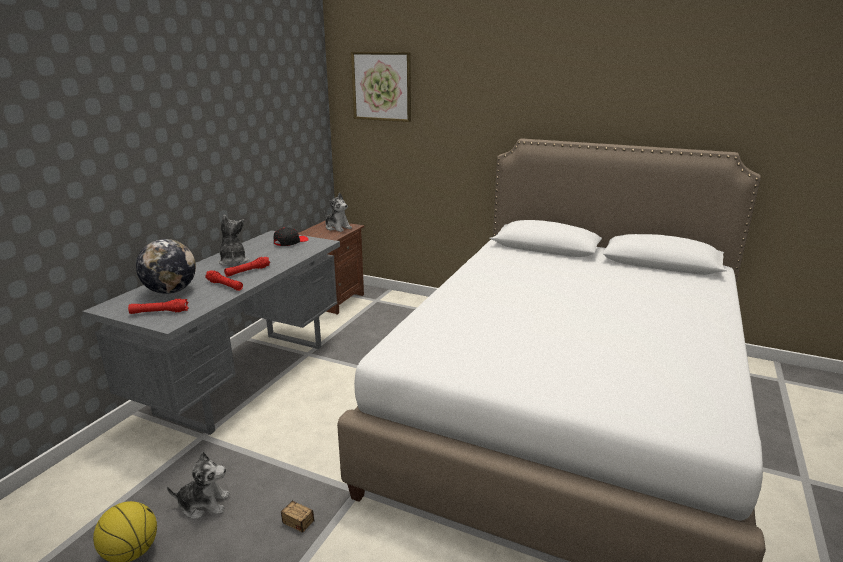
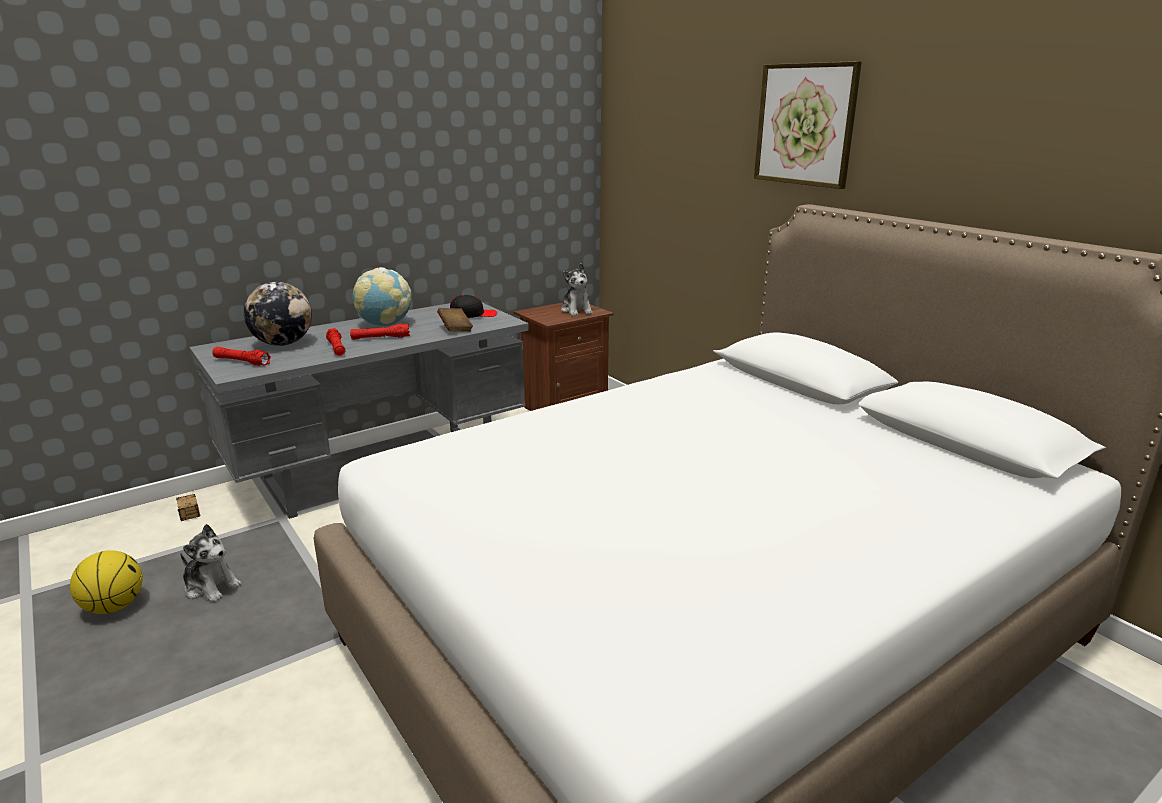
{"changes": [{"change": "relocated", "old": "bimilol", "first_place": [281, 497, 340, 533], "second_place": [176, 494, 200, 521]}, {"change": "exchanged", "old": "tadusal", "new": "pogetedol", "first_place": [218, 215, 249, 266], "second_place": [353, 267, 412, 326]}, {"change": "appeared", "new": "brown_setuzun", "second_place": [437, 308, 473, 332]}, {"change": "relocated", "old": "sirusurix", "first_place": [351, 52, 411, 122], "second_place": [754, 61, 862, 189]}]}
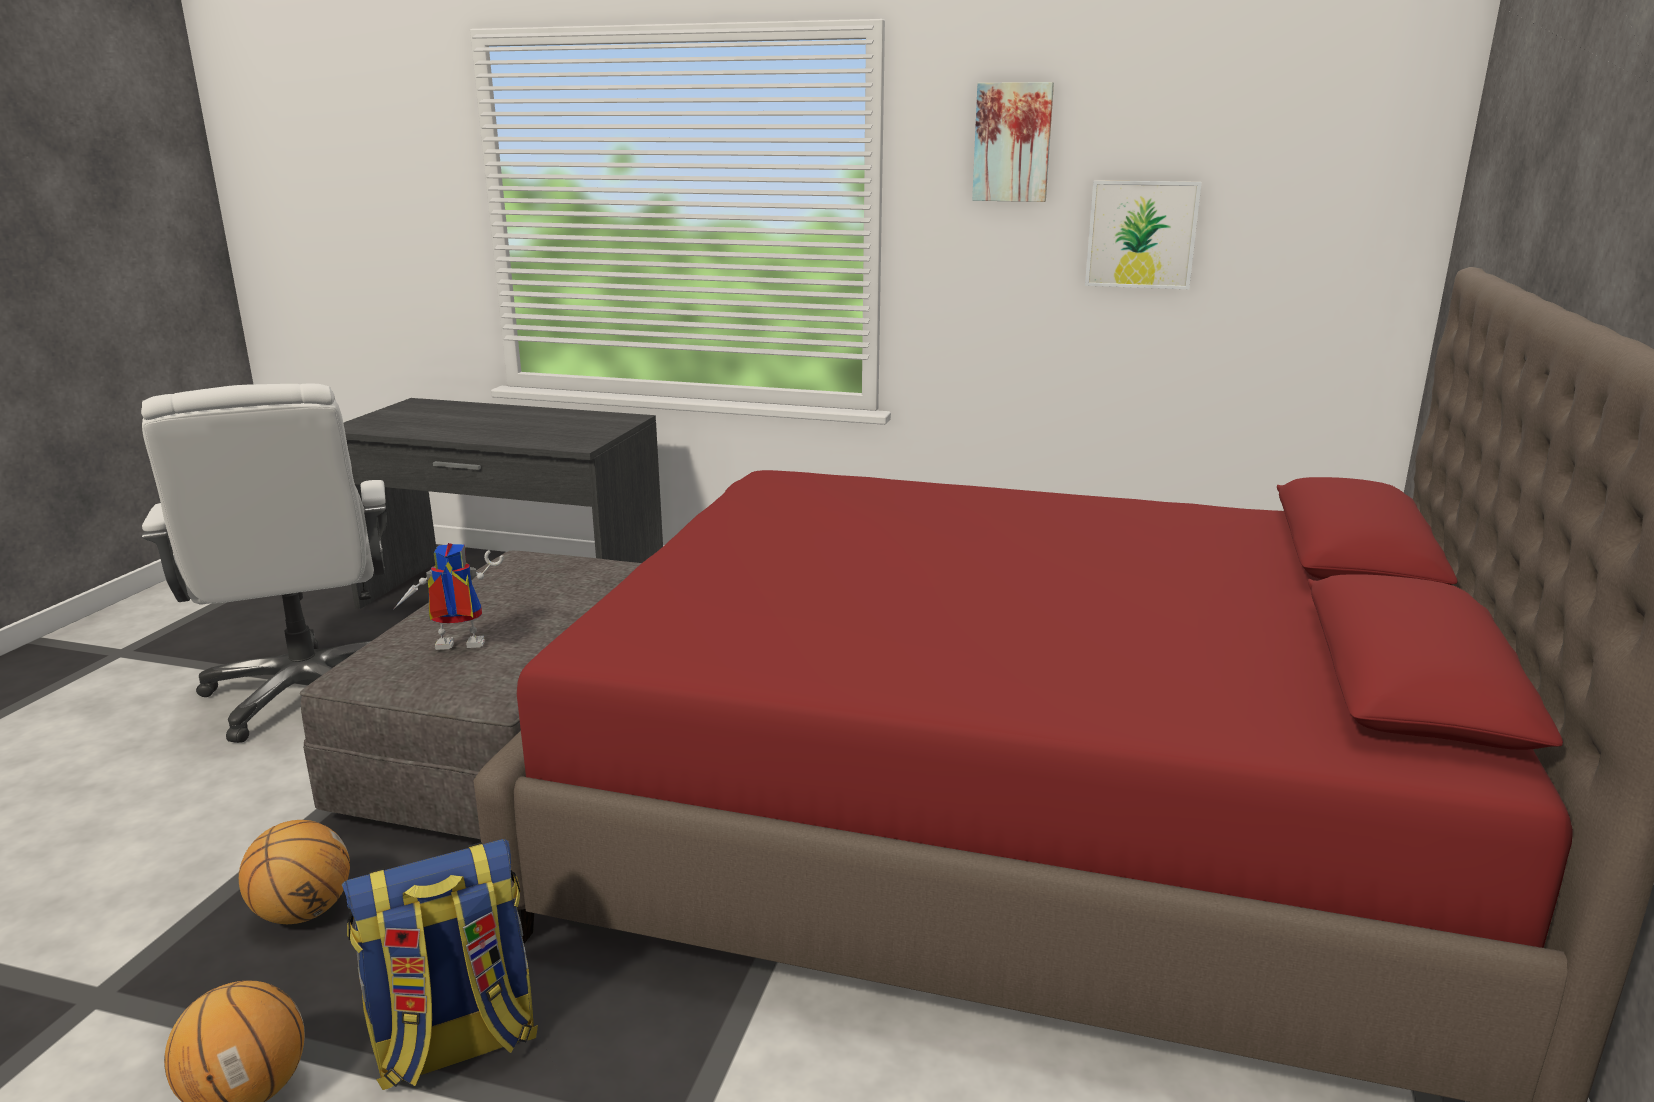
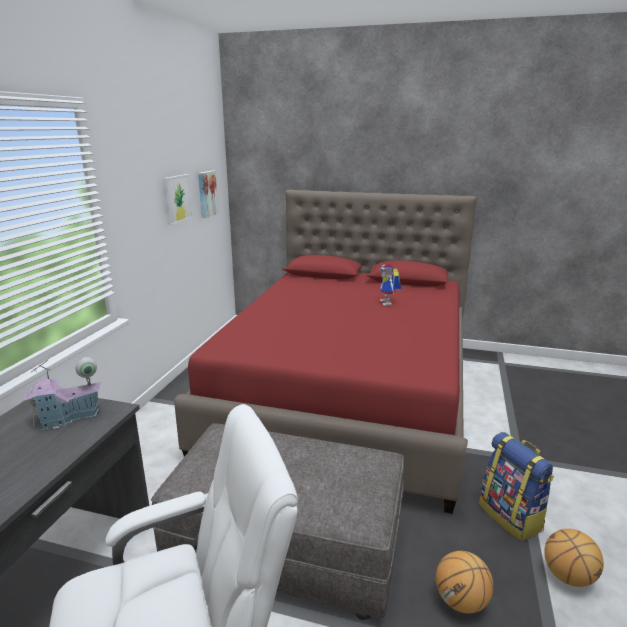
{"changes": [{"change": "appeared", "new": "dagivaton", "second_place": [23, 357, 101, 430]}, {"change": "relocated", "old": "sirusurix", "first_place": [972, 82, 1054, 202], "second_place": [198, 171, 218, 218]}, {"change": "relocated", "old": "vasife", "first_place": [394, 543, 504, 650], "second_place": [380, 265, 401, 306]}]}
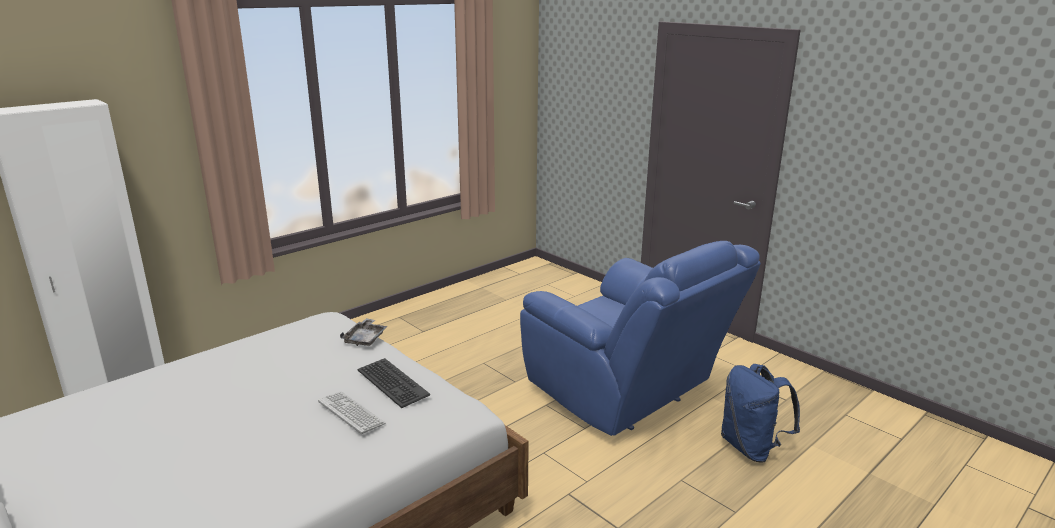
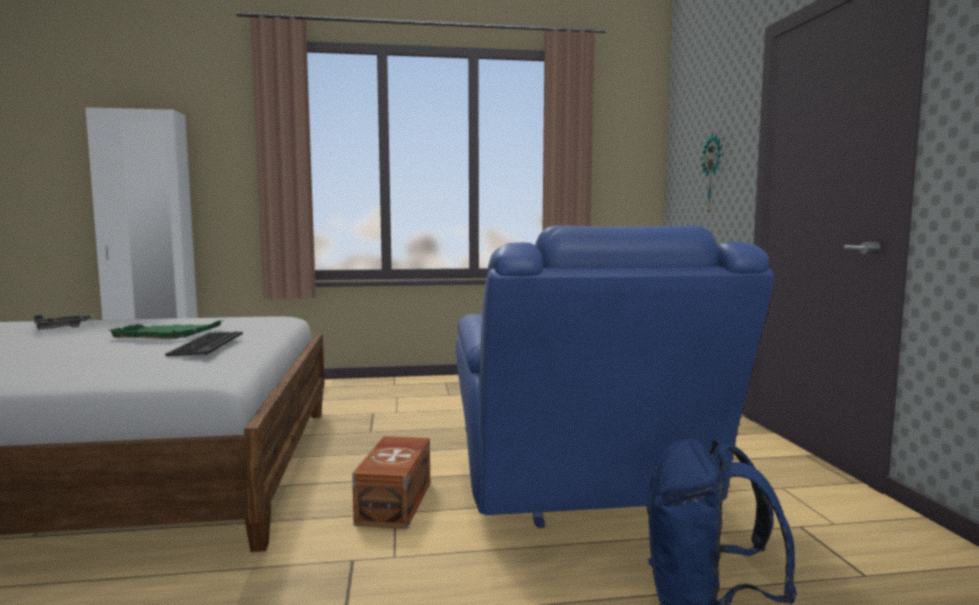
{"changes": [{"change": "relocated", "old": "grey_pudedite", "first_place": [340, 318, 388, 346], "second_place": [34, 315, 94, 330]}, {"change": "appeared", "new": "green_pudedite", "second_place": [109, 320, 225, 339]}, {"change": "appeared", "new": "brown_bimilol", "second_place": [352, 436, 430, 529]}, {"change": "appeared", "new": "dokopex", "second_place": [701, 133, 722, 215]}, {"change": "missing", "old": "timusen", "first_place": [318, 392, 386, 434]}]}
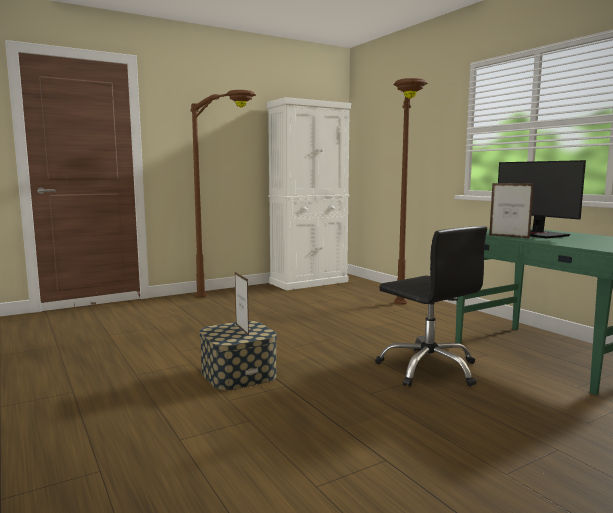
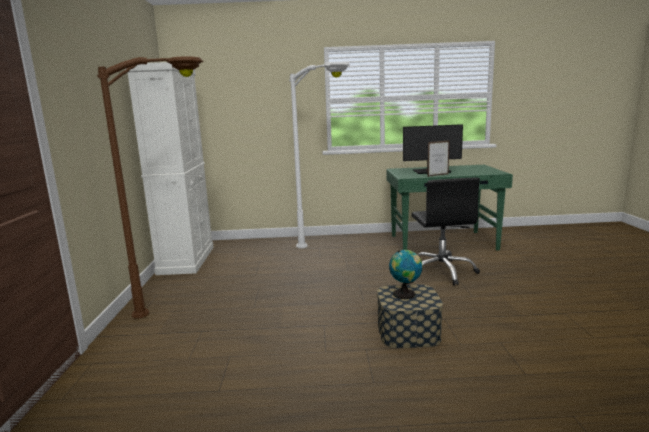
{"changes": [{"change": "colour", "old": "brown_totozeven", "new": "white_totozeven", "first_place": [393, 78, 428, 305], "second_place": [289, 62, 350, 248]}, {"change": "exchanged", "old": "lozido", "new": "pogetedol", "first_place": [235, 272, 249, 336], "second_place": [389, 250, 422, 299]}, {"change": "spun", "old": "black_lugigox", "first_place": [375, 226, 487, 387], "second_place": [411, 178, 480, 286], "degrees": 90}]}
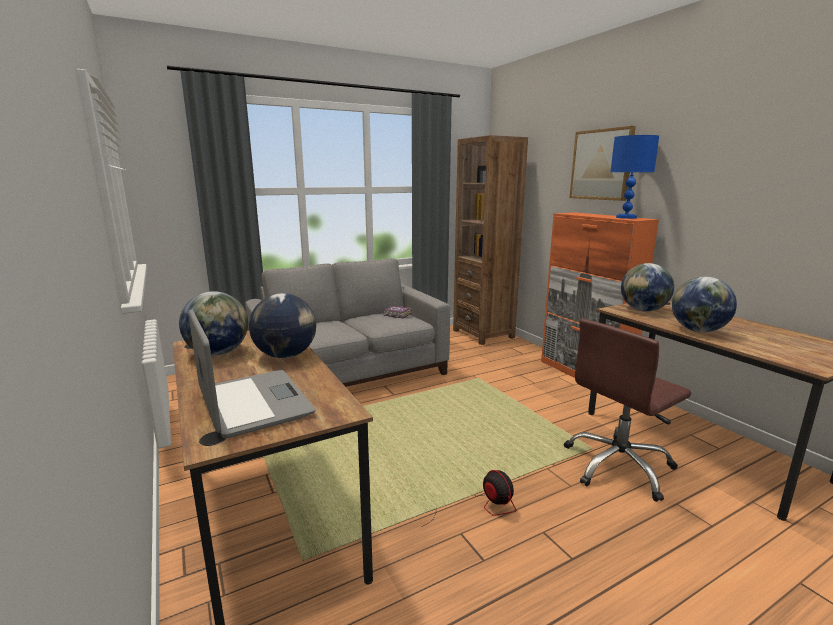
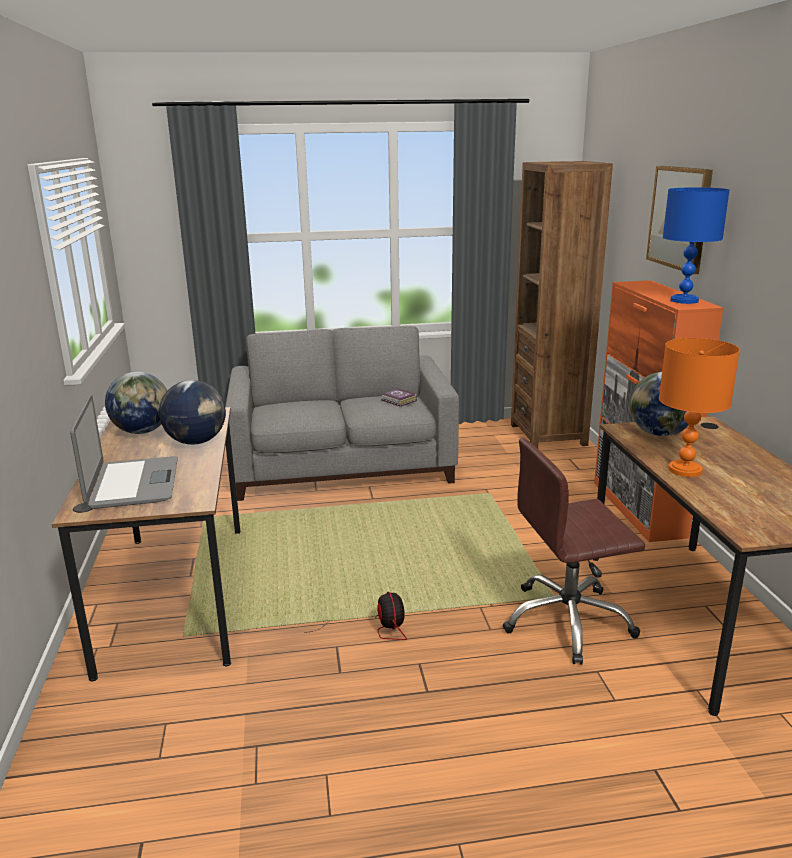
{"changes": [{"change": "exchanged", "old": "pogetedol", "new": "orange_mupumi", "first_place": [672, 277, 737, 332], "second_place": [659, 338, 740, 477]}]}
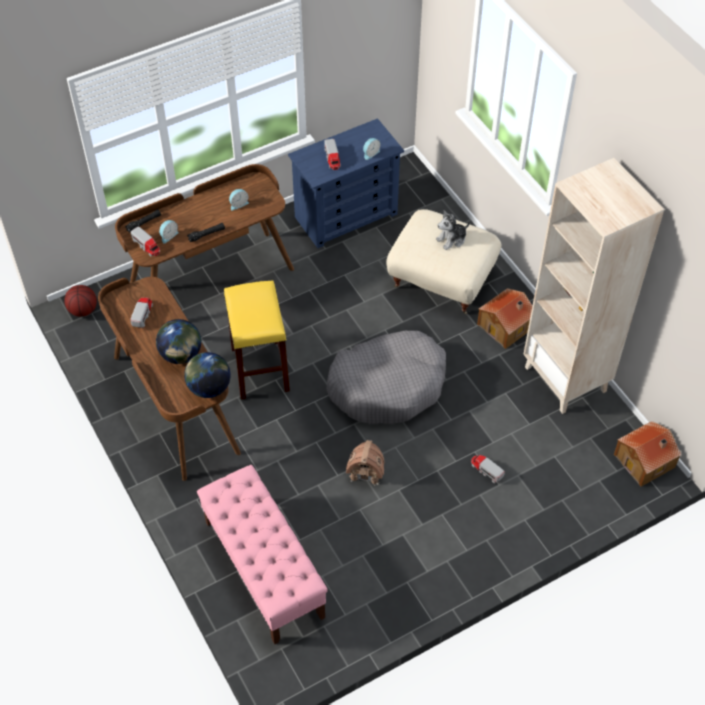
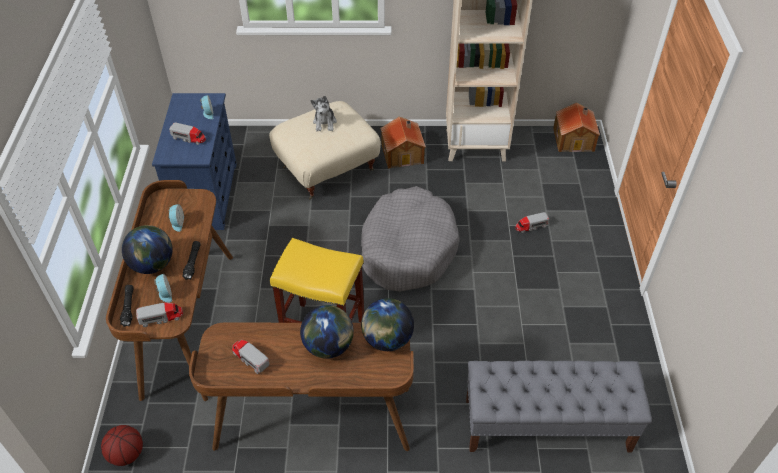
{"changes": [{"change": "appeared", "new": "pogetedol", "second_place": [122, 225, 173, 274]}, {"change": "colour", "old": "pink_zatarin", "new": "grey_zatarin", "first_place": [197, 465, 328, 645], "second_place": [466, 361, 652, 453]}, {"change": "missing", "old": "dagivaton", "first_place": [346, 440, 385, 485]}]}
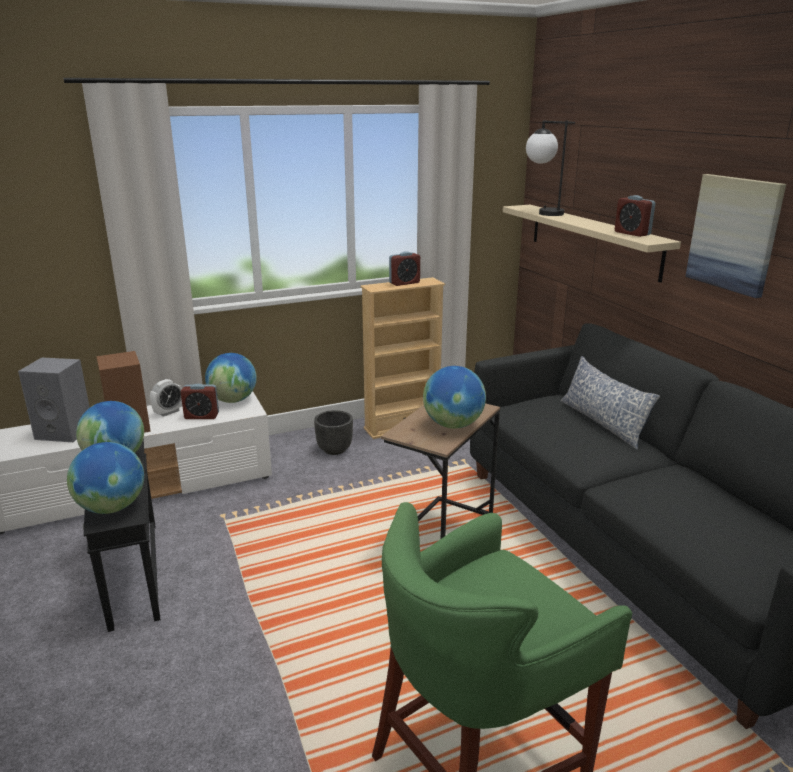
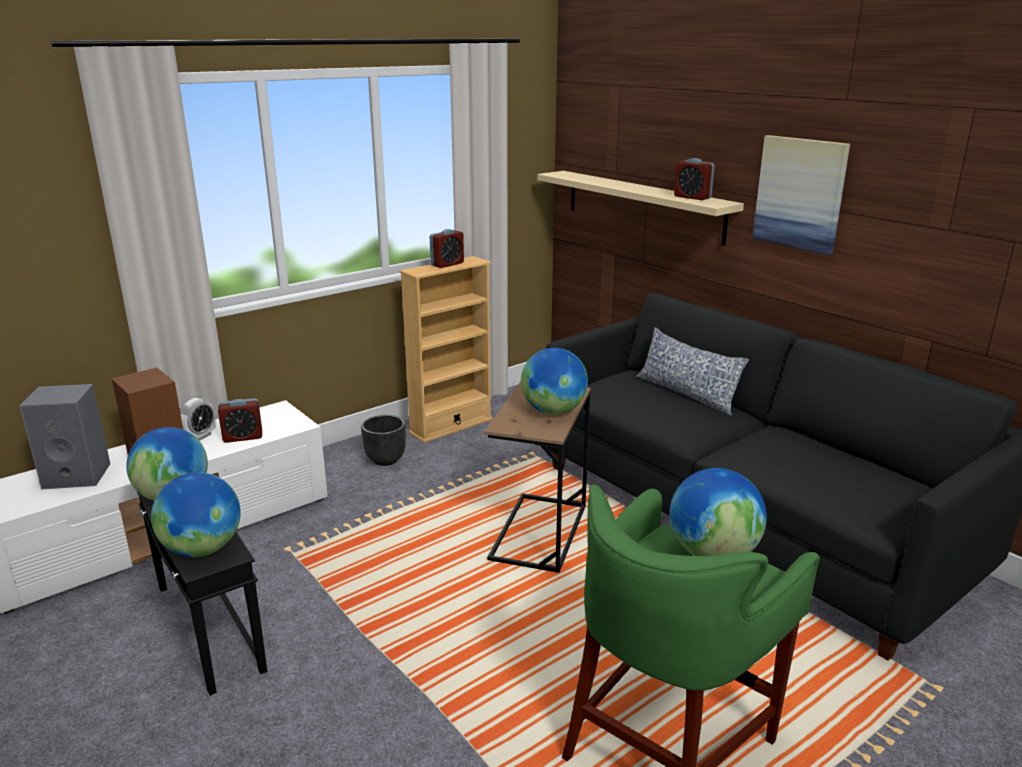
{"changes": [{"change": "relocated", "old": "pogetedol", "first_place": [205, 353, 257, 403], "second_place": [670, 468, 767, 556]}, {"change": "missing", "old": "mupumi", "first_place": [526, 120, 575, 216]}]}
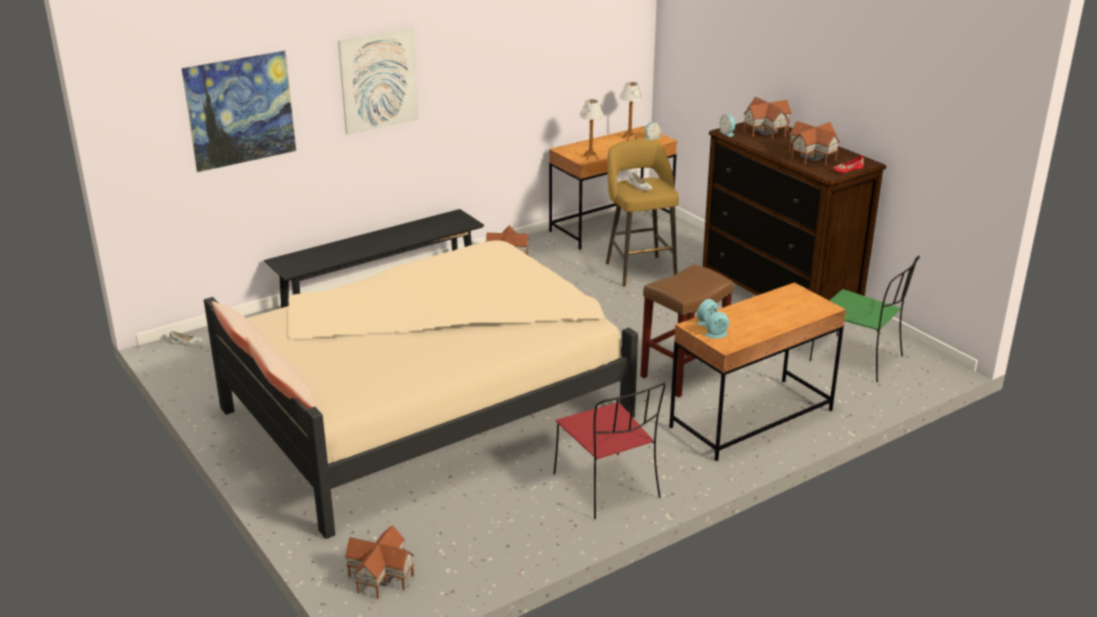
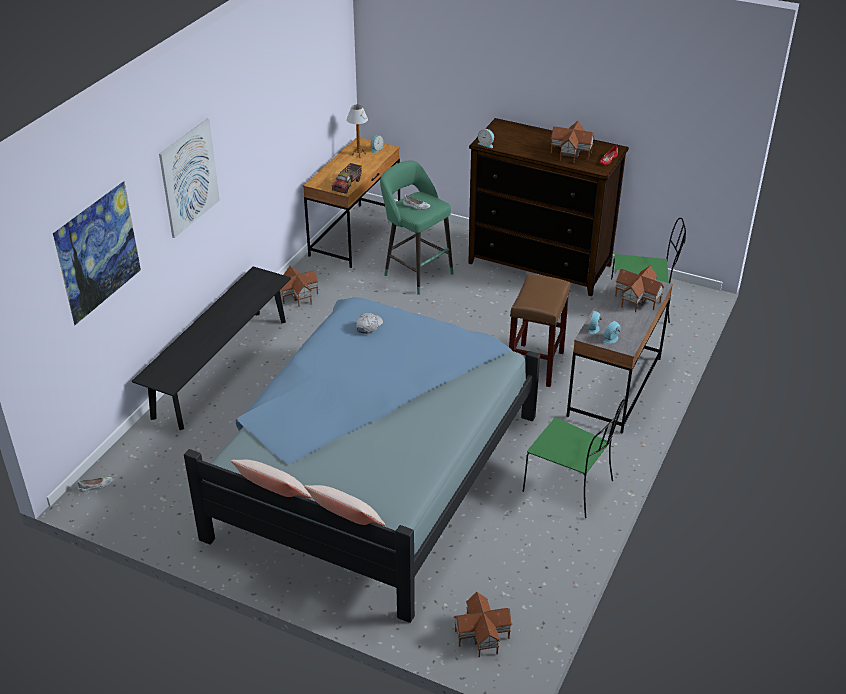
{"changes": [{"change": "colour", "old": "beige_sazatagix", "new": "blue_sazatagix", "first_place": [204, 240, 638, 539], "second_place": [184, 297, 540, 623]}, {"change": "exchanged", "old": "mupumi", "new": "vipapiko", "first_place": [579, 99, 604, 160], "second_place": [332, 163, 362, 194]}, {"change": "appeared", "new": "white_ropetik", "second_place": [356, 313, 383, 334]}, {"change": "colour", "old": "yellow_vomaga", "new": "green_vomaga", "first_place": [606, 139, 679, 286], "second_place": [380, 160, 453, 295]}, {"change": "colour", "old": "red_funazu", "new": "green_funazu", "first_place": [554, 383, 666, 519], "second_place": [523, 399, 625, 518]}, {"change": "colour", "old": "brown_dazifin", "new": "grey_dazifin", "first_place": [669, 282, 846, 461], "second_place": [567, 270, 673, 434]}, {"change": "relocated", "old": "dagivaton", "first_place": [743, 97, 792, 139], "second_place": [615, 265, 664, 313]}]}
